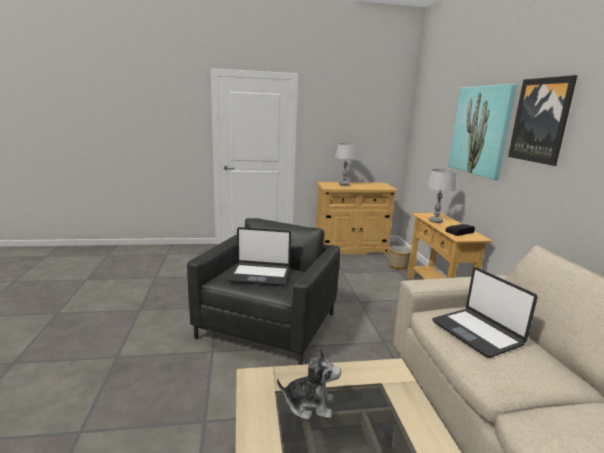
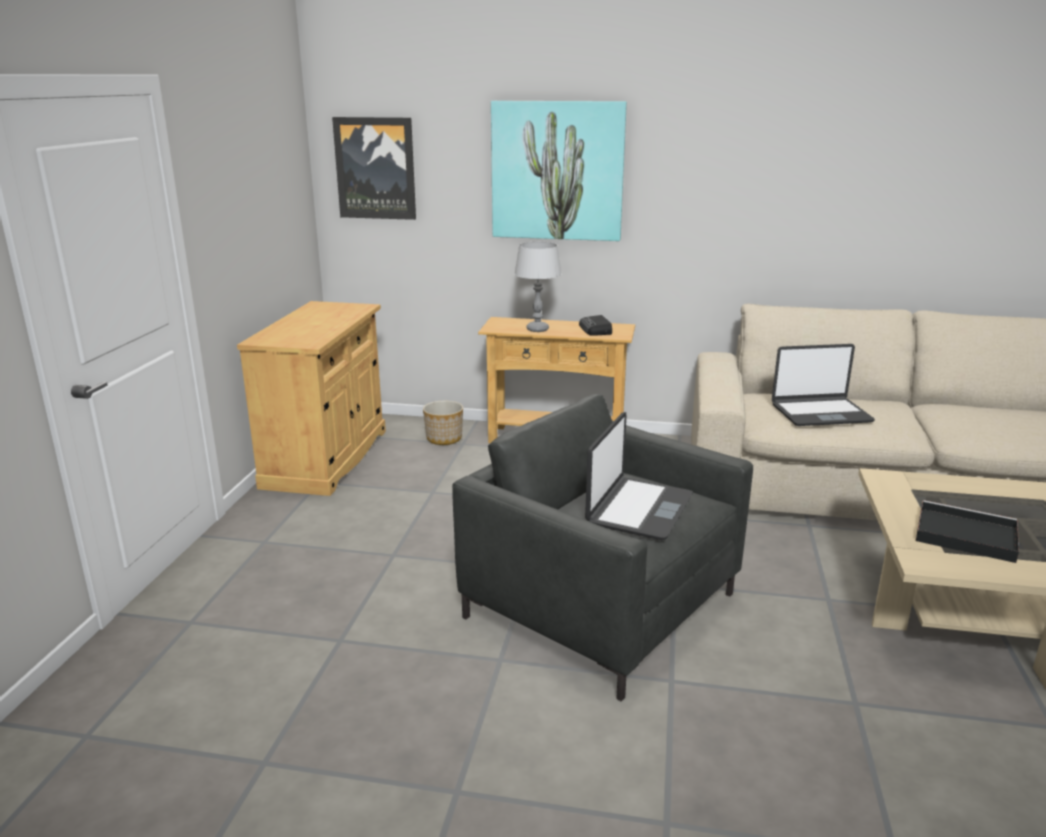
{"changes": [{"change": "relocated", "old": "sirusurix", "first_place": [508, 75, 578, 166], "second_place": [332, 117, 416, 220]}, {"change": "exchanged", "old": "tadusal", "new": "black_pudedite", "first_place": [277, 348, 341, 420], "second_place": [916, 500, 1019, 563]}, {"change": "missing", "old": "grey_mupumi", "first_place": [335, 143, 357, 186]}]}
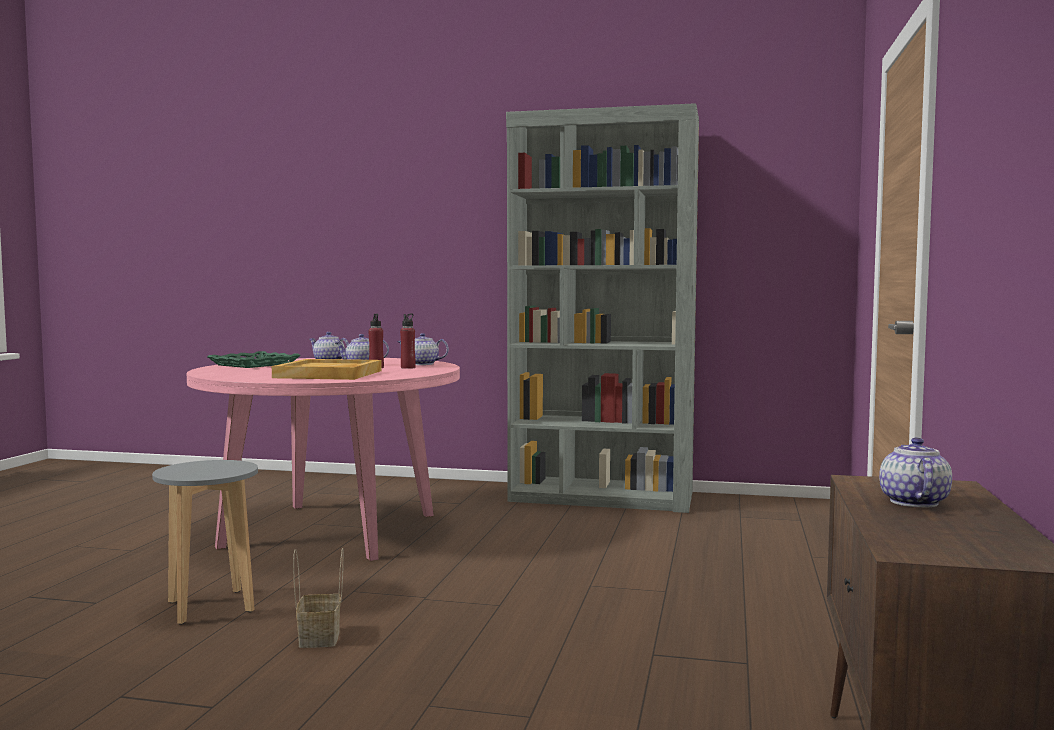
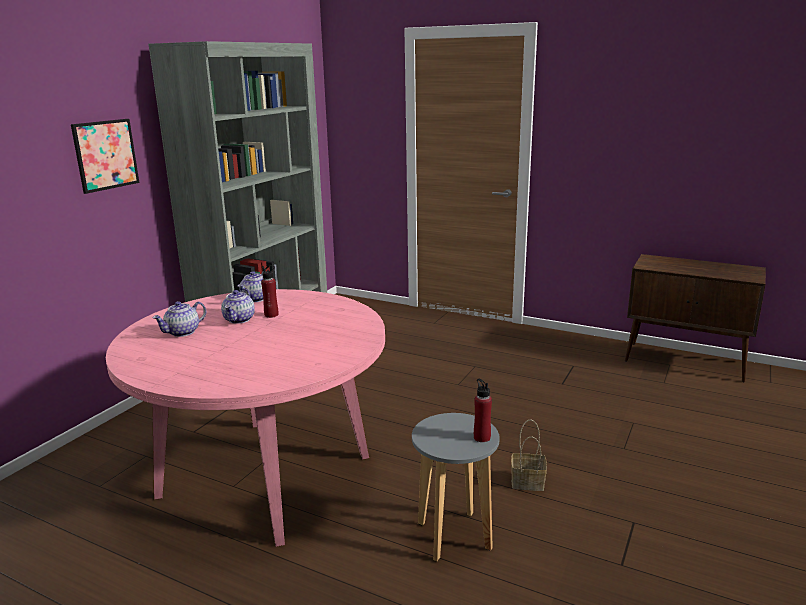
{"changes": [{"change": "appeared", "new": "sirusurix", "second_place": [71, 119, 139, 194]}, {"change": "relocated", "old": "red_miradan", "first_place": [400, 313, 416, 369], "second_place": [474, 379, 492, 442]}, {"change": "missing", "old": "green_pudedite", "first_place": [207, 351, 301, 368]}, {"change": "missing", "old": "beige_pudedite", "first_place": [272, 359, 382, 380]}, {"change": "missing", "old": "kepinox", "first_place": [879, 437, 952, 507]}]}
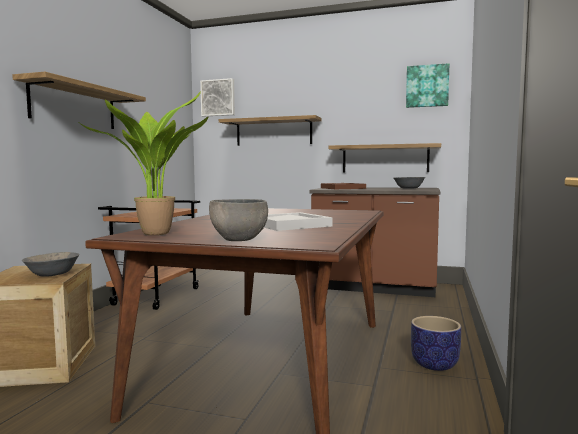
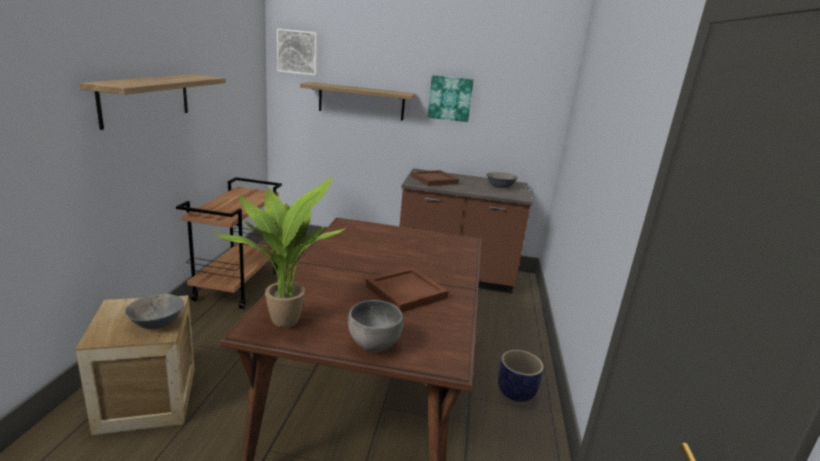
{"changes": [{"change": "colour", "old": "white_pudedite", "new": "brown_pudedite", "first_place": [264, 212, 333, 231], "second_place": [365, 267, 449, 312]}, {"change": "relocated", "old": "sirusurix", "first_place": [406, 63, 449, 108], "second_place": [428, 75, 474, 122]}, {"change": "missing", "old": "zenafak", "first_place": [329, 143, 441, 172]}]}
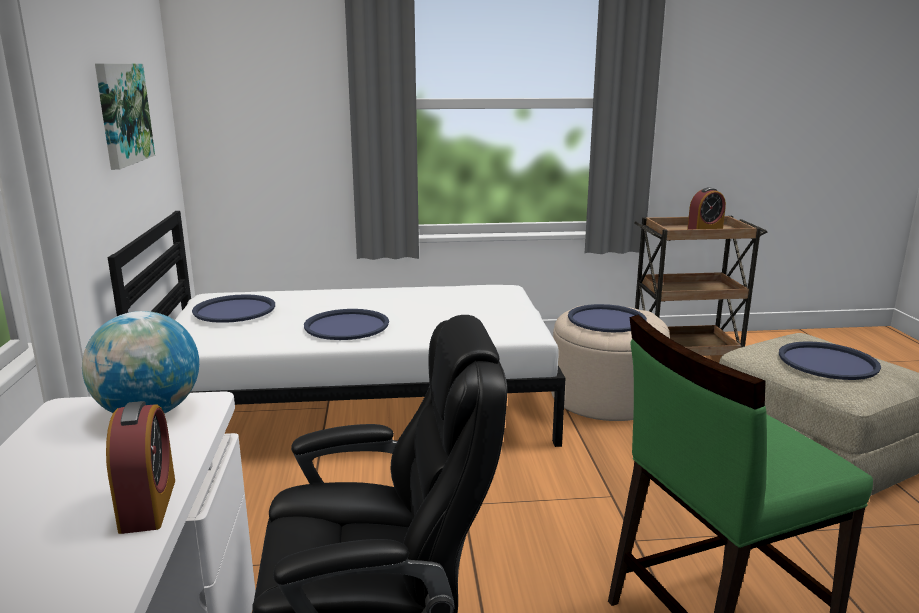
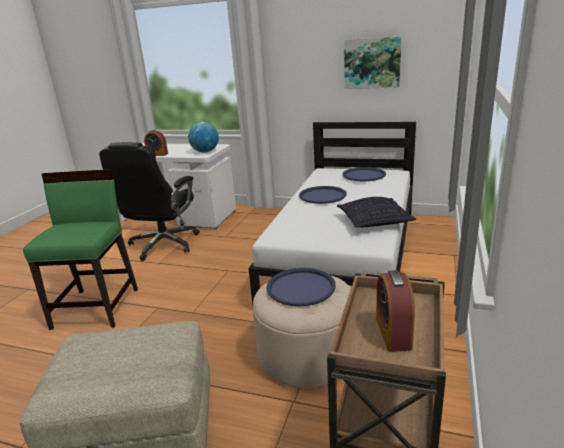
{"changes": [{"change": "appeared", "new": "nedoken", "second_place": [337, 197, 416, 228]}, {"change": "missing", "old": "blue_pudedite", "first_place": [779, 341, 881, 380]}]}
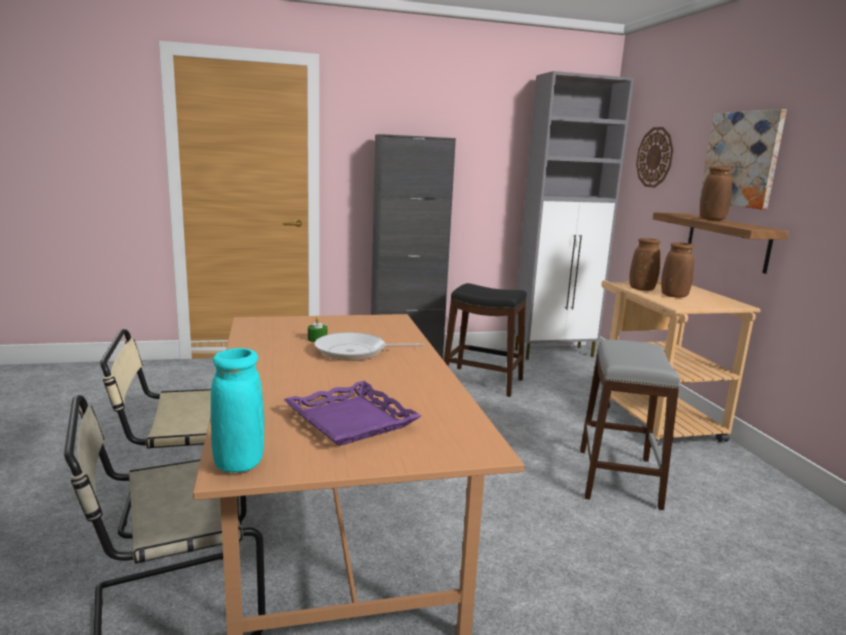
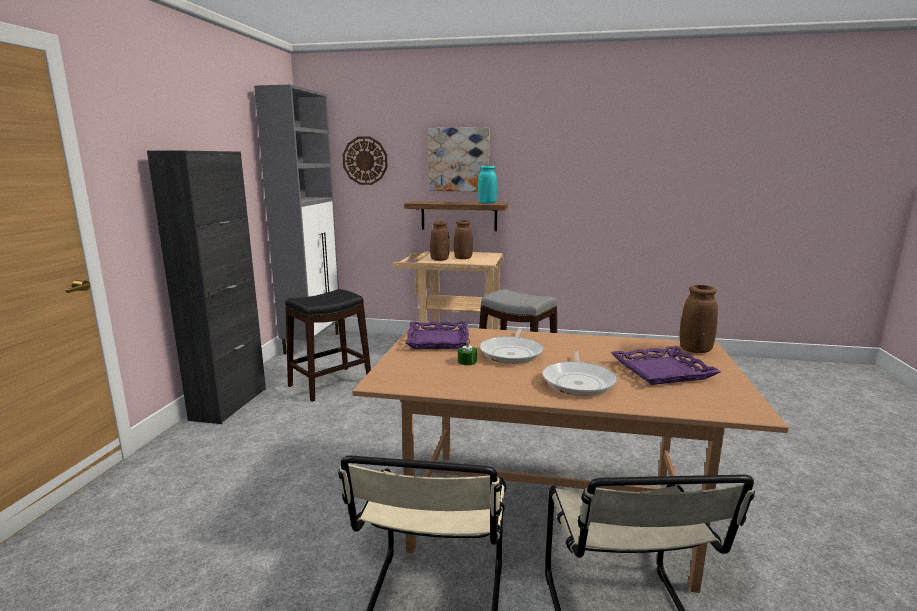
{"changes": [{"change": "appeared", "new": "purple_pudedite", "second_place": [405, 321, 470, 349]}, {"change": "relocated", "old": "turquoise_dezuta", "first_place": [211, 348, 264, 472], "second_place": [478, 166, 497, 204]}, {"change": "appeared", "new": "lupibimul", "second_place": [542, 350, 617, 396]}, {"change": "relocated", "old": "brown_dezuta", "first_place": [700, 166, 733, 220], "second_place": [680, 285, 718, 353]}]}
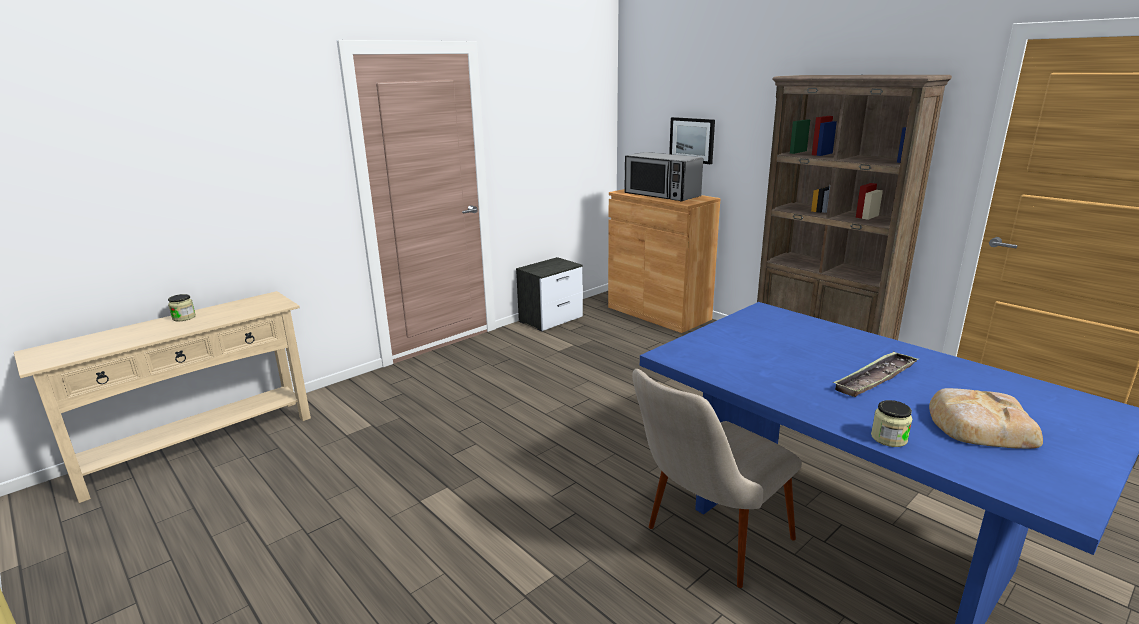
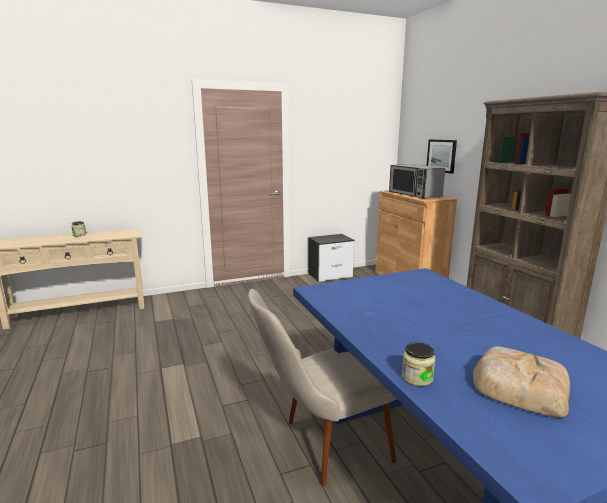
{"changes": [{"change": "missing", "old": "pudedite", "first_place": [833, 351, 919, 397]}]}
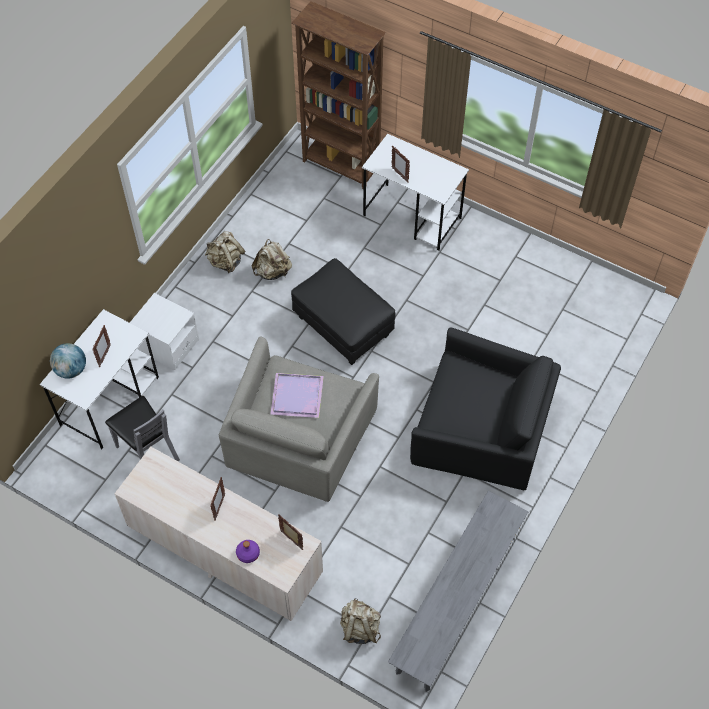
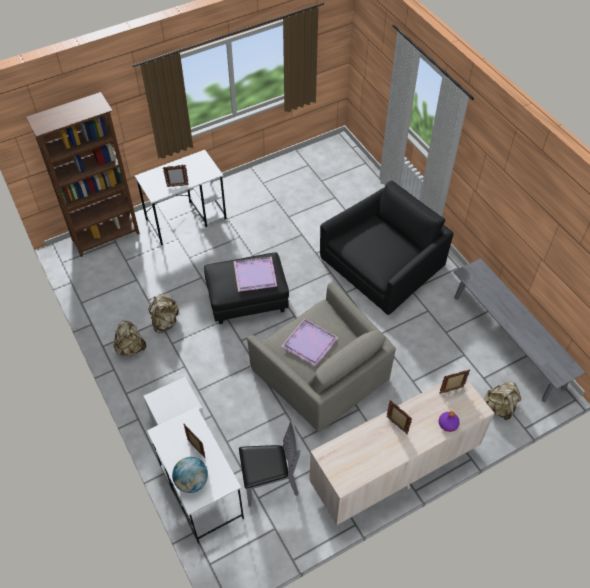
{"changes": [{"change": "appeared", "new": "purple_pudedite", "second_place": [234, 256, 277, 292]}]}
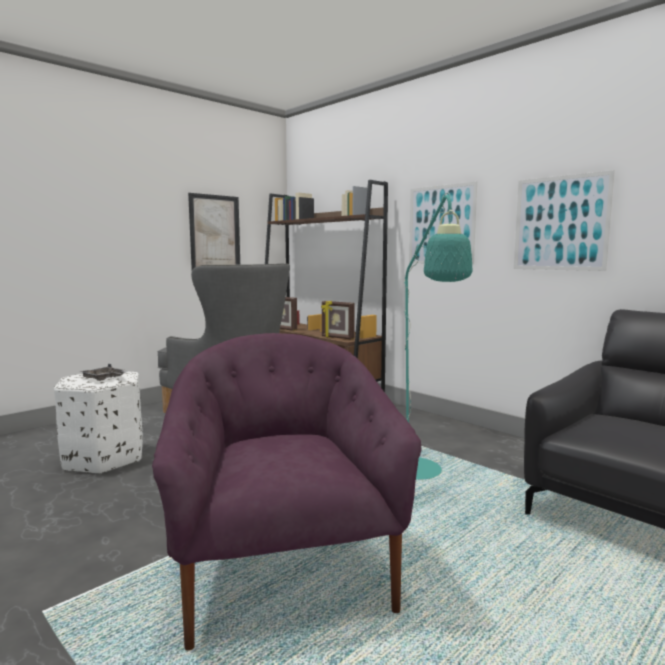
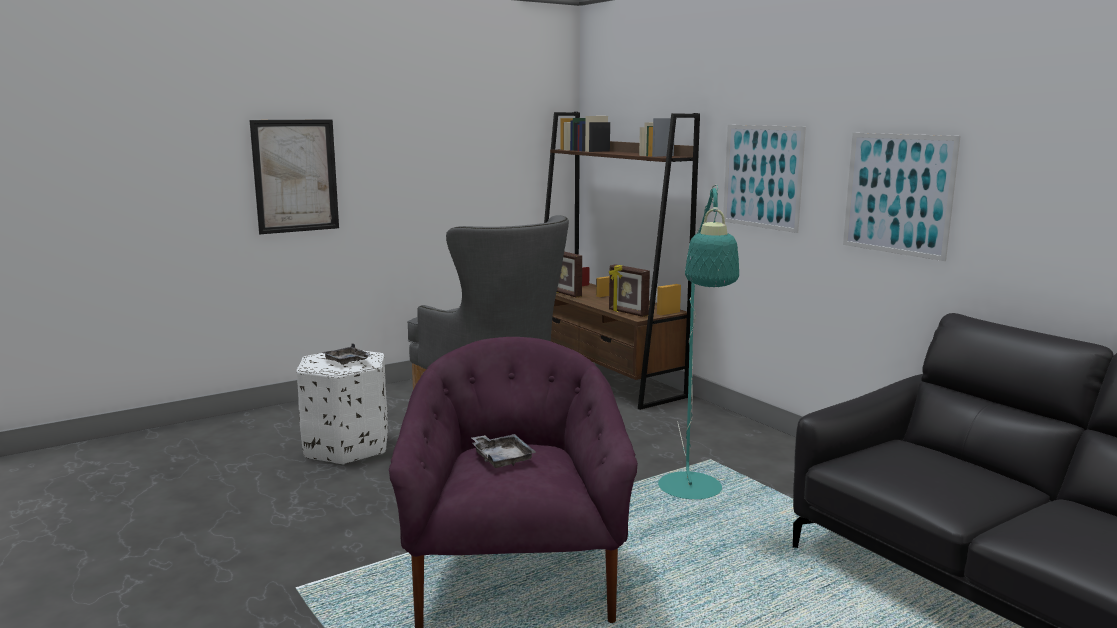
{"changes": [{"change": "relocated", "old": "sirusurix", "first_place": [188, 193, 240, 270], "second_place": [249, 119, 339, 234]}, {"change": "appeared", "new": "grey_pudedite", "second_place": [472, 434, 536, 468]}]}
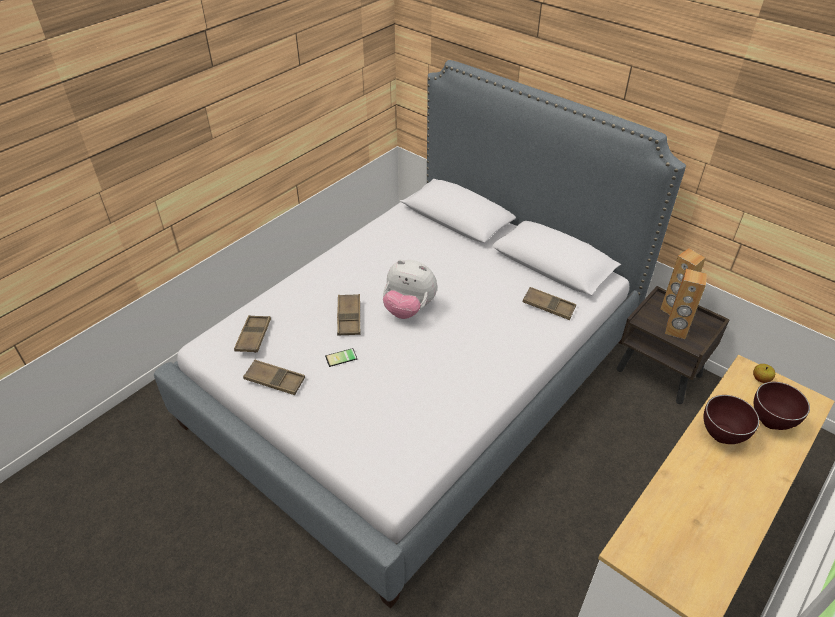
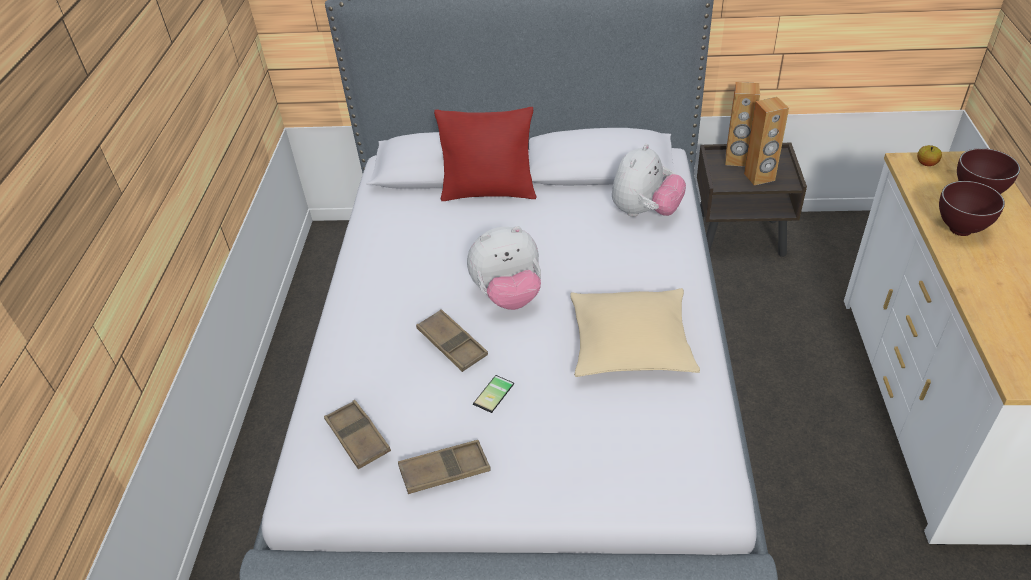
{"changes": [{"change": "appeared", "new": "red_nedoken", "second_place": [434, 107, 537, 201]}, {"change": "appeared", "new": "beige_nedoken", "second_place": [570, 288, 700, 377]}, {"change": "exchanged", "old": "brown_pudedite", "new": "tadusal", "first_place": [523, 287, 576, 320], "second_place": [612, 144, 686, 217]}]}
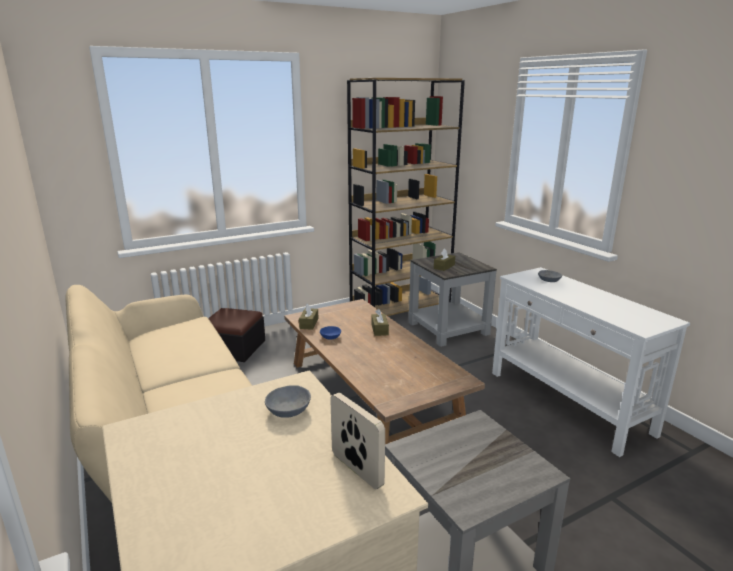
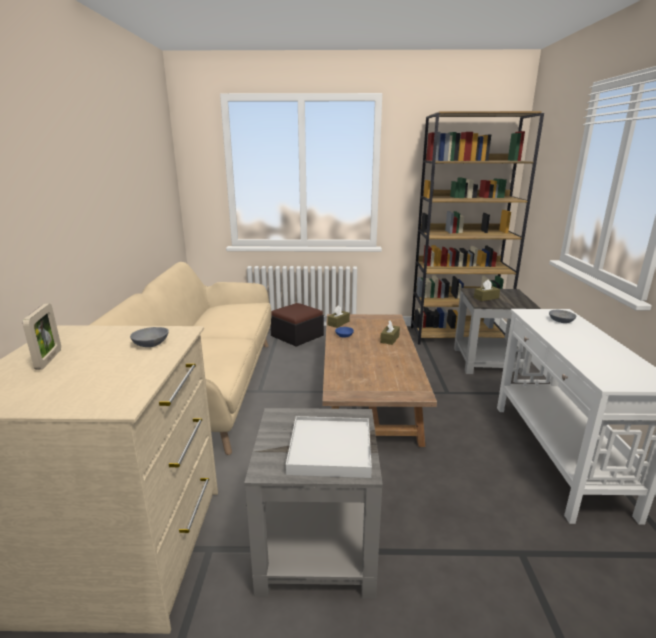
{"changes": [{"change": "relocated", "old": "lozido", "first_place": [330, 393, 385, 489], "second_place": [23, 304, 61, 370]}, {"change": "appeared", "new": "white_pudedite", "second_place": [286, 416, 372, 478]}]}
